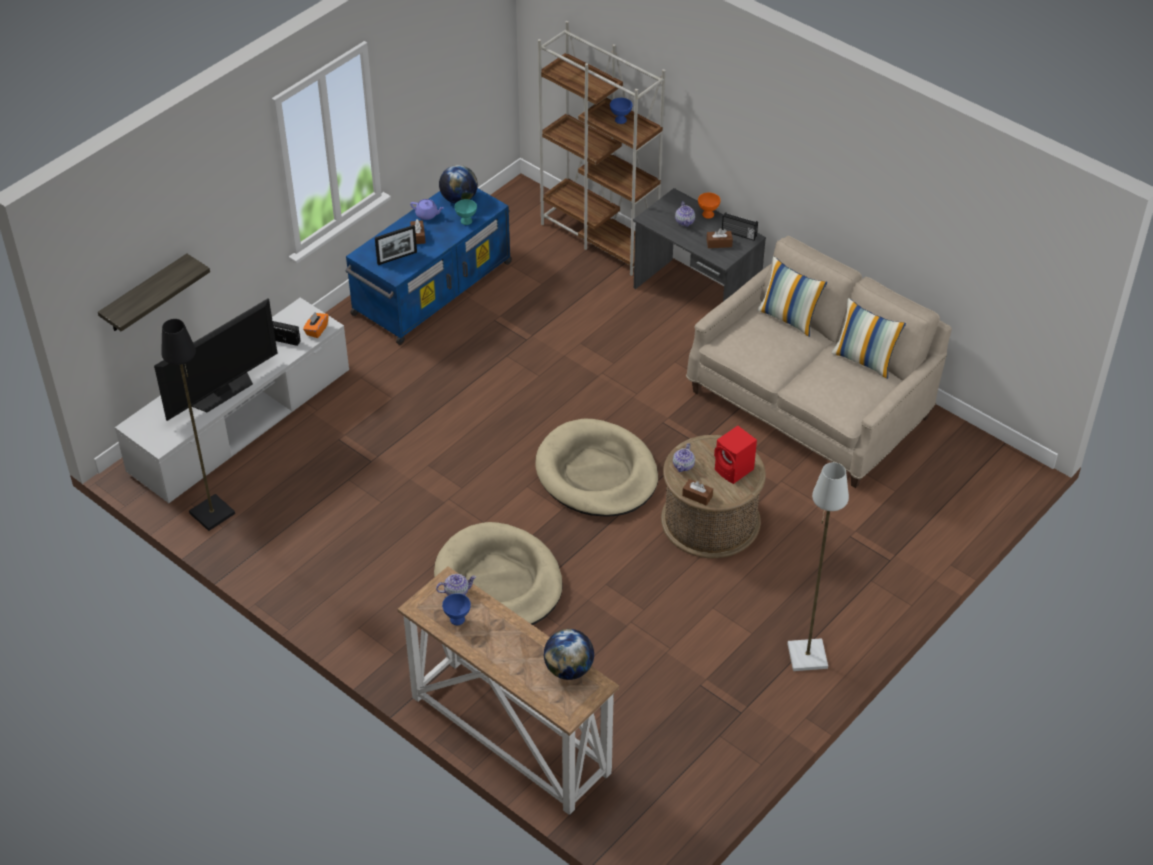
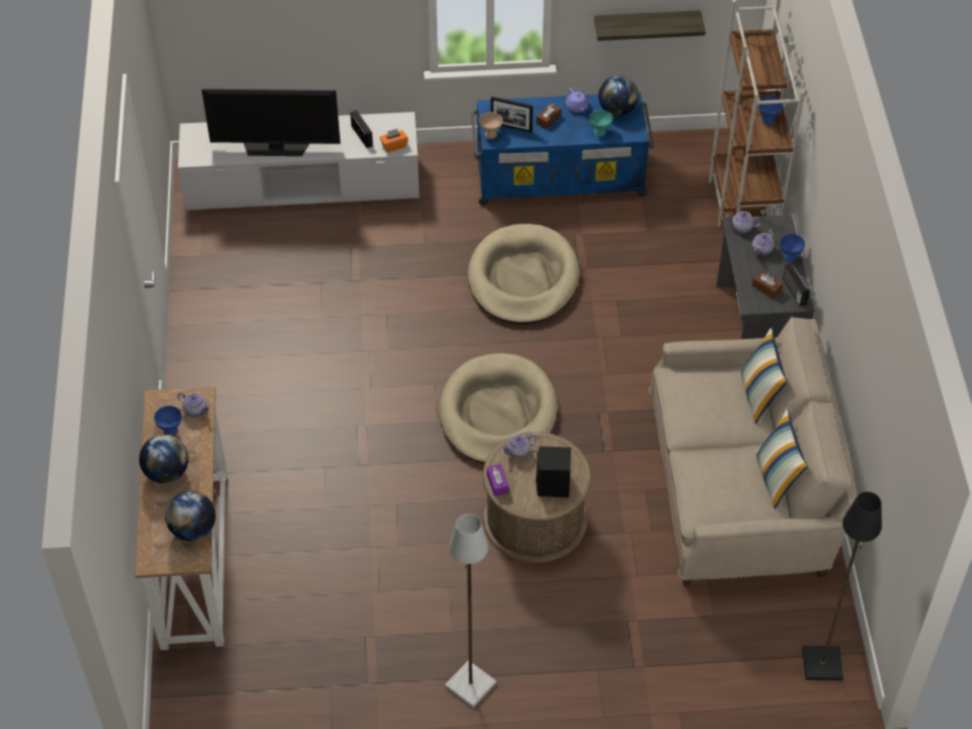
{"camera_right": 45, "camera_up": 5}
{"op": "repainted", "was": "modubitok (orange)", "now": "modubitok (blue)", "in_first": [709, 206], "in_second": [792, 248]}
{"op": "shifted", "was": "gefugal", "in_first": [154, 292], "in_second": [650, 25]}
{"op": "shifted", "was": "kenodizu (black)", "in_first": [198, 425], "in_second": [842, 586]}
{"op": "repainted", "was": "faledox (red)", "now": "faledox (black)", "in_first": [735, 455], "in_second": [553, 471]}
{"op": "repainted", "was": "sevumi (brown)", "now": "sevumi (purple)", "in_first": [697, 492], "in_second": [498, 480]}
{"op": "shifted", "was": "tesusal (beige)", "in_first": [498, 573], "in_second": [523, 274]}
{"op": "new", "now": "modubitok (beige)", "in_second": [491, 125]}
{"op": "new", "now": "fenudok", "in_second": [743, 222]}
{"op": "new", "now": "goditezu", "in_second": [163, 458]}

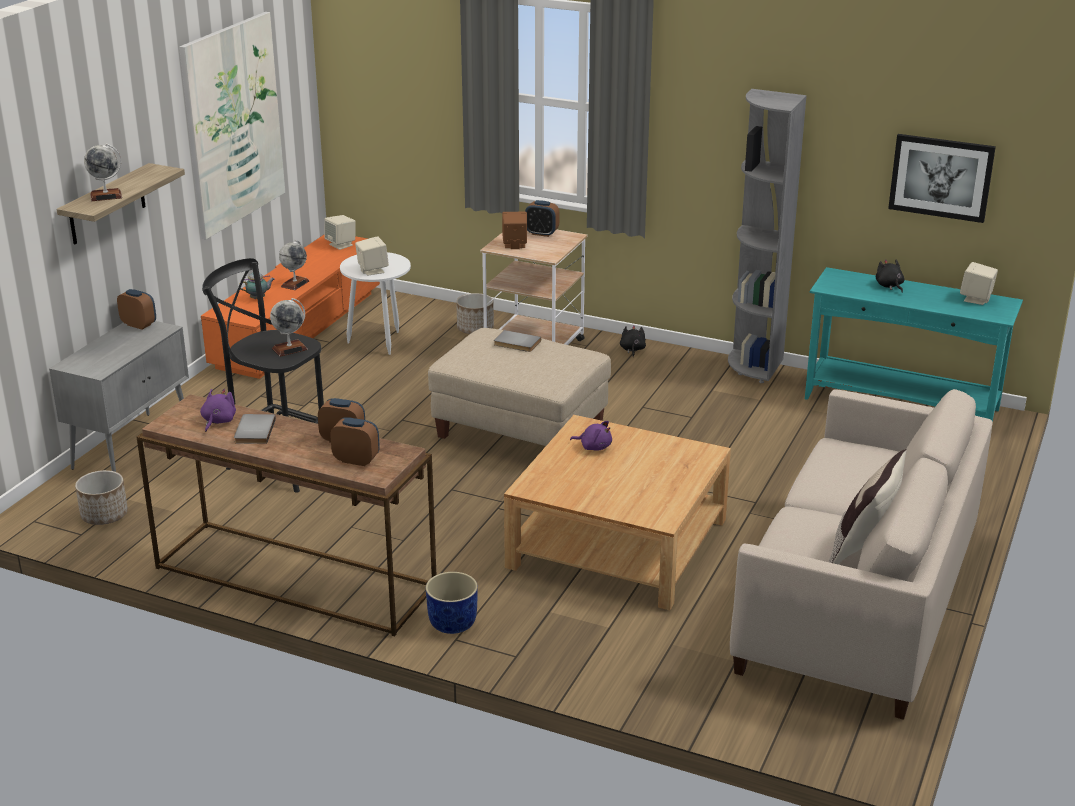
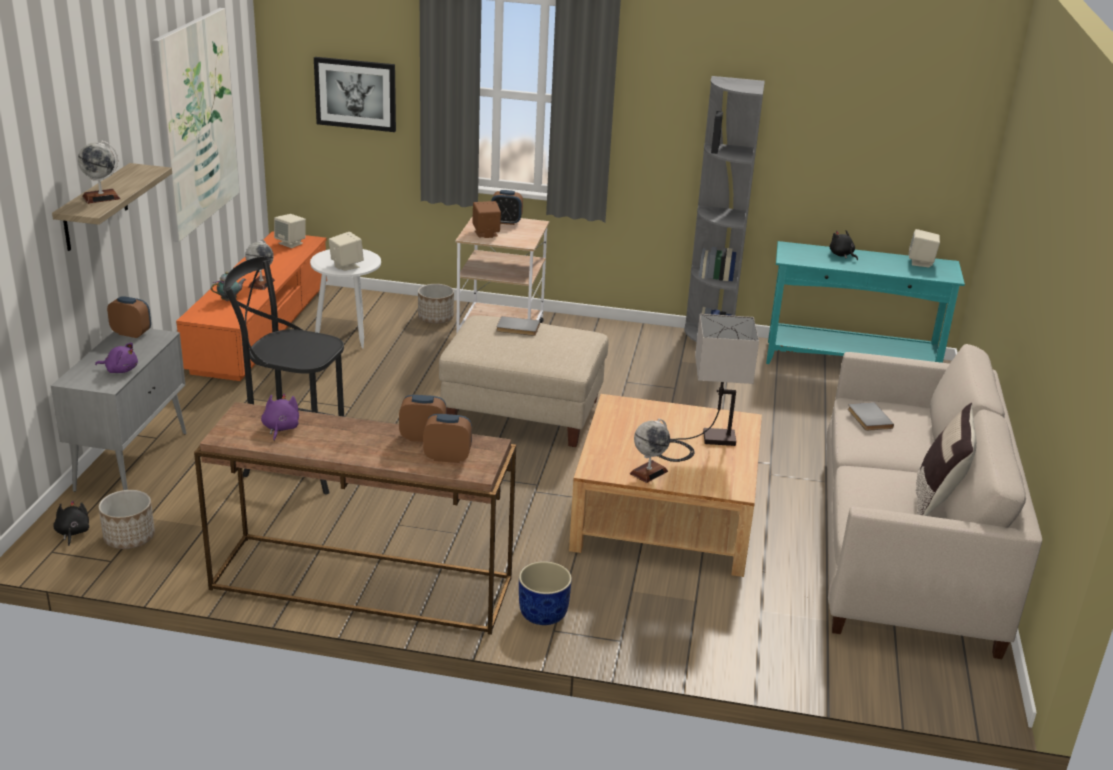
{"camera_right": -15, "camera_up": 0}
{"op": "shifted", "was": "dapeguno", "in_first": [942, 178], "in_second": [355, 94]}
{"op": "shifted", "was": "goditezu", "in_first": [289, 327], "in_second": [650, 450]}
{"op": "shifted", "was": "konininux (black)", "in_first": [633, 341], "in_second": [71, 523]}
{"op": "shifted", "was": "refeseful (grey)", "in_first": [255, 429], "in_second": [871, 416]}
{"op": "shifted", "was": "konininux (purple)", "in_first": [591, 436], "in_second": [116, 358]}
{"op": "new", "now": "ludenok", "in_second": [708, 388]}

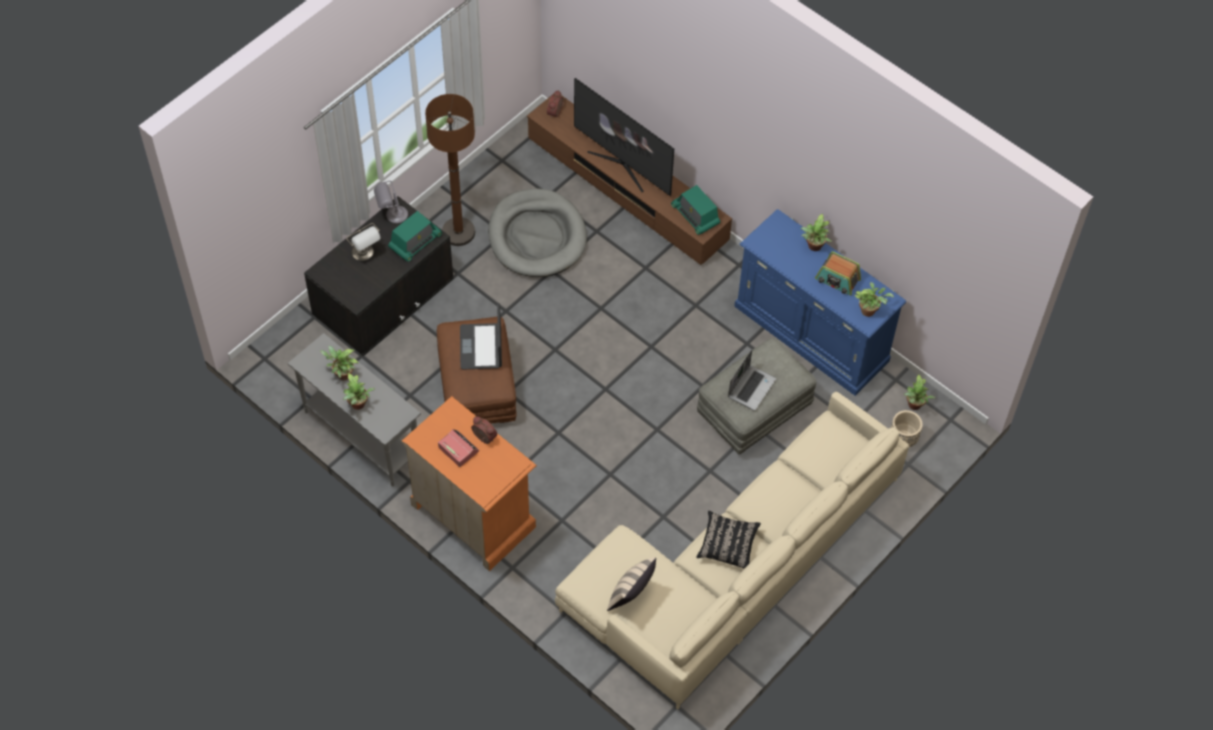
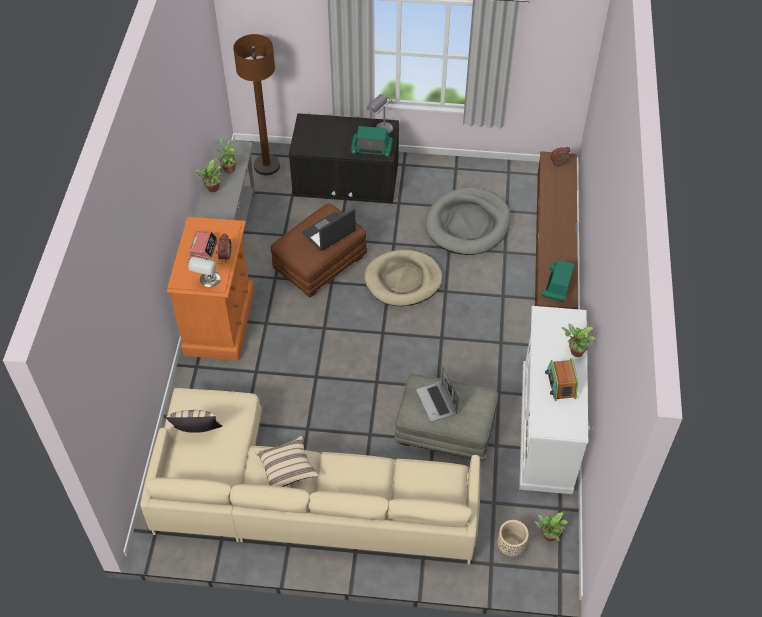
{"camera_right": 55, "camera_up": -5}
{"op": "gone", "was": "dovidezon", "in_first": [624, 137]}
{"op": "shifted", "was": "kenodizu (brown)", "in_first": [450, 170], "in_second": [256, 104]}
{"op": "repainted", "was": "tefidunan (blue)", "now": "tefidunan (white)", "in_first": [820, 302], "in_second": [555, 400]}
{"op": "shifted", "was": "ludenok (white)", "in_first": [363, 242], "in_second": [204, 270]}
{"op": "gone", "was": "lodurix", "in_first": [874, 299]}
{"op": "rotated", "was": "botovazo", "in_first": [752, 380], "in_second": [437, 394], "clockwise": 75}
{"op": "repainted", "was": "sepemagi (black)", "now": "sepemagi (beige)", "in_first": [728, 539], "in_second": [287, 461]}
{"op": "new", "now": "tesusal (beige)", "in_second": [403, 278]}

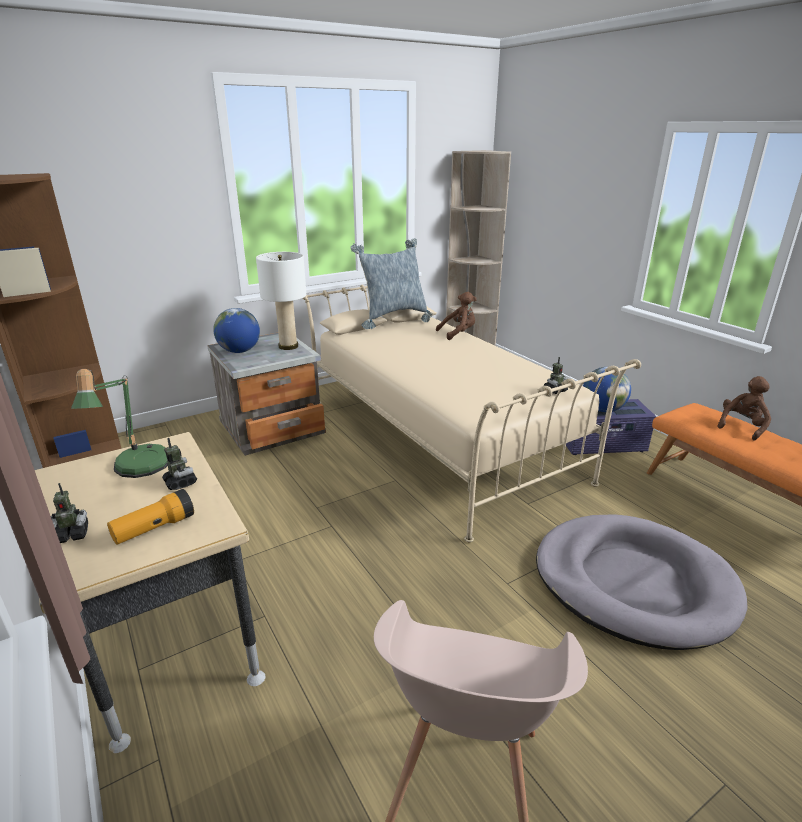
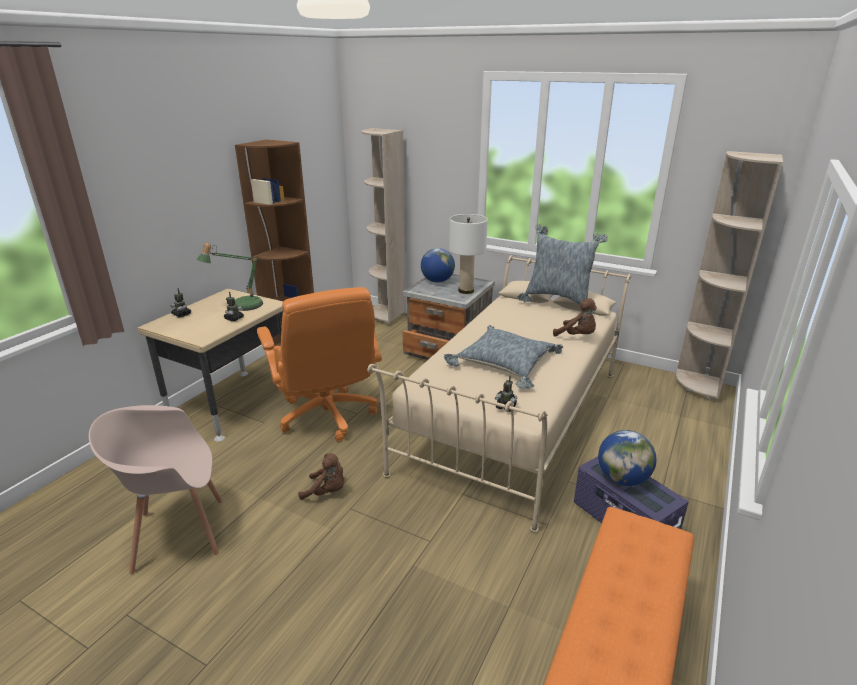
{"camera_right": 60, "camera_up": 0}
{"op": "shifted", "was": "konininux (brown)", "in_first": [744, 408], "in_second": [321, 476]}
{"op": "gone", "was": "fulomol", "in_first": [150, 516]}
{"op": "gone", "was": "tesusal (grey)", "in_first": [642, 582]}
{"op": "new", "now": "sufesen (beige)", "in_second": [384, 226]}
{"op": "new", "now": "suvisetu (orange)", "in_second": [319, 364]}
{"op": "new", "now": "sepemagi", "in_second": [503, 357]}

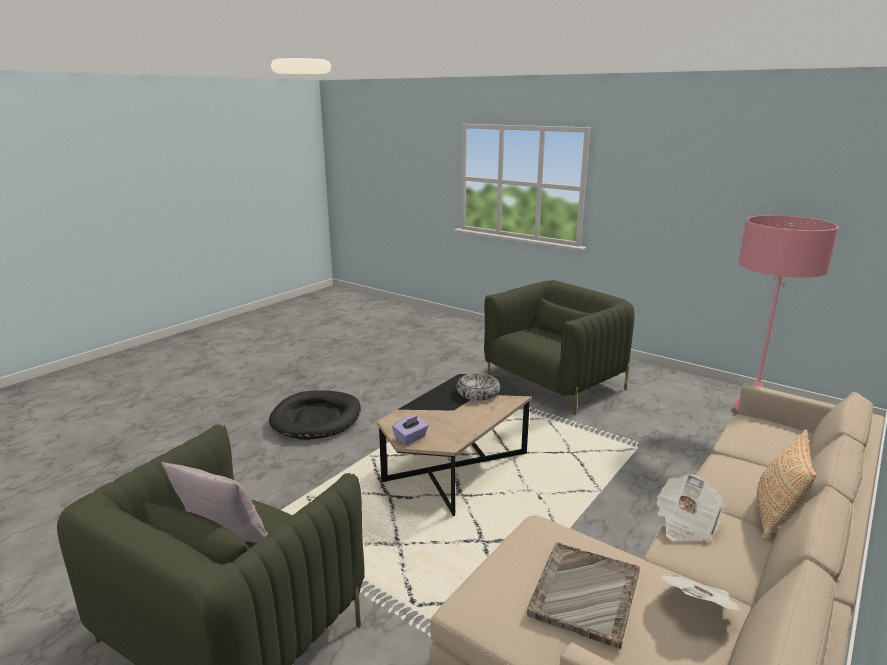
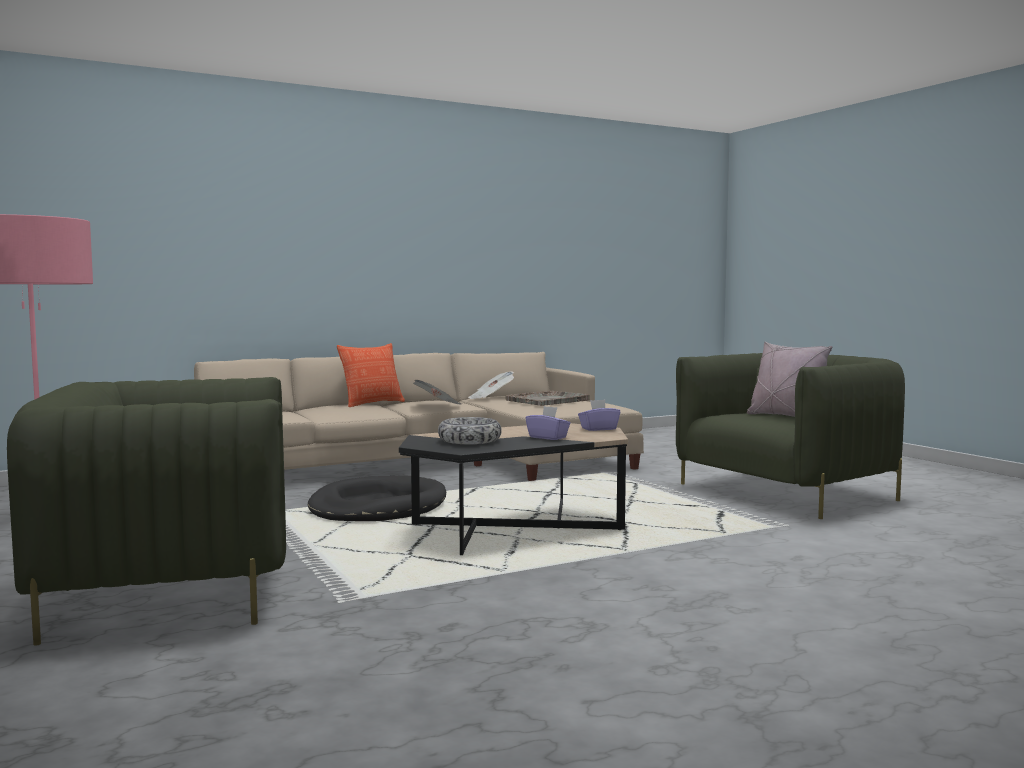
{"camera_right": -155, "camera_up": -15}
{"op": "shifted", "was": "tesusal (black)", "in_first": [315, 415], "in_second": [377, 498]}
{"op": "repainted", "was": "sepemagi (beige)", "now": "sepemagi (orange)", "in_first": [786, 484], "in_second": [371, 375]}
{"op": "new", "now": "sevumi (purple)", "in_second": [547, 423]}

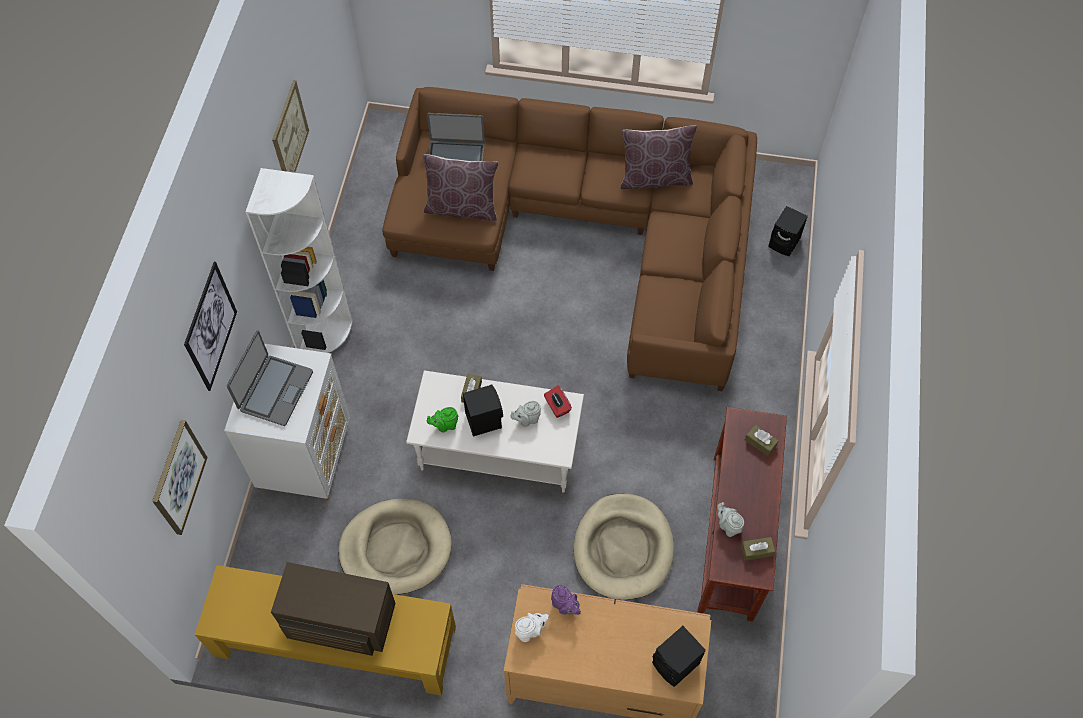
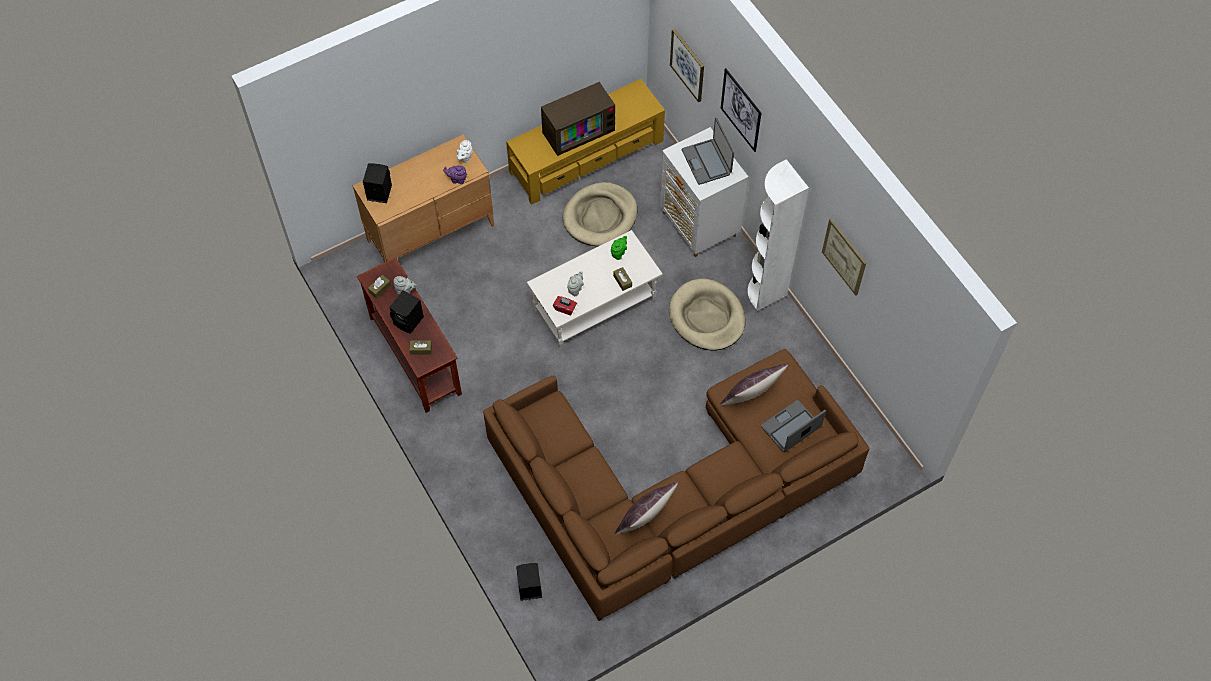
{"camera_right": 140, "camera_up": 0}
{"op": "shifted", "was": "faledox (black)", "in_first": [483, 410], "in_second": [407, 312]}
{"op": "shifted", "was": "tesusal (beige)", "in_first": [623, 547], "in_second": [707, 314]}

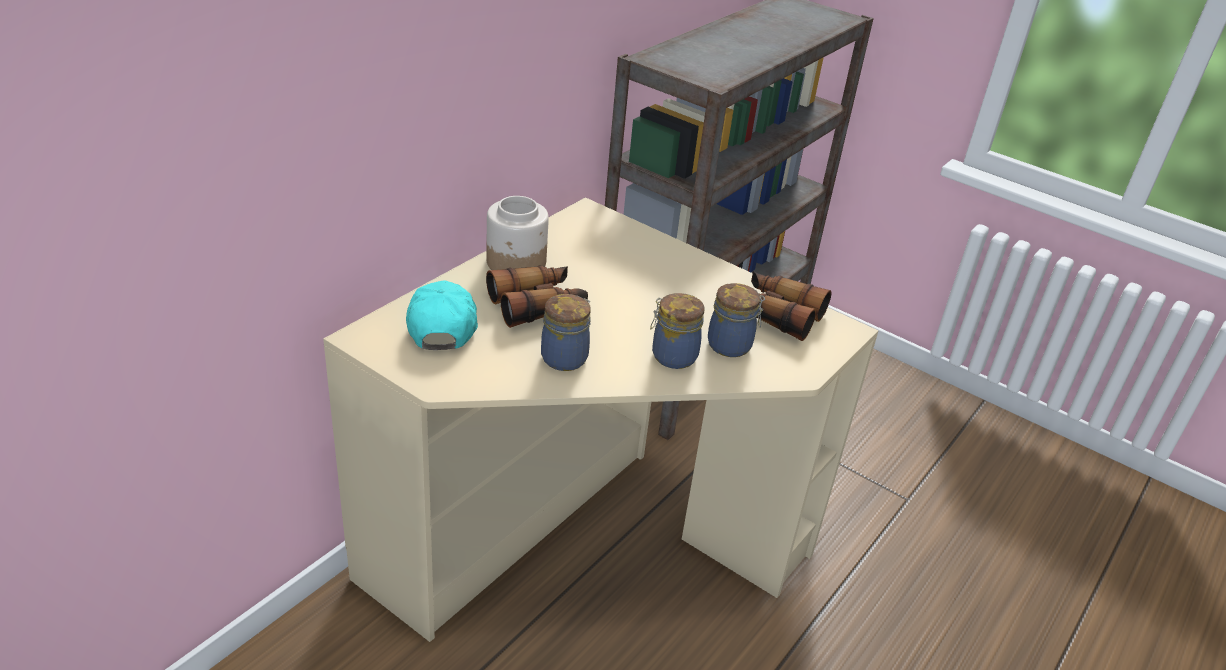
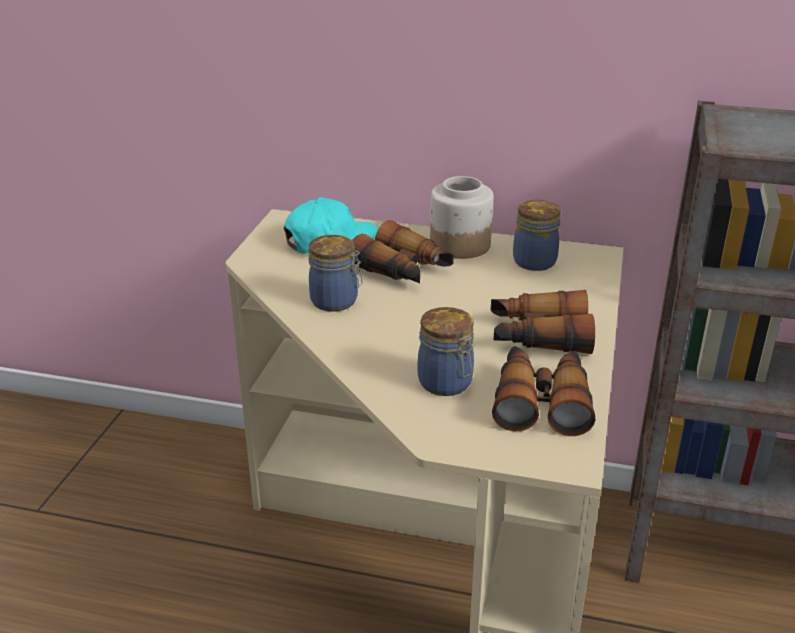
{"camera_right": 70, "camera_up": -5}
{"op": "shifted", "was": "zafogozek", "in_first": [677, 331], "in_second": [537, 235]}
{"op": "new", "now": "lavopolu", "in_second": [543, 322]}

